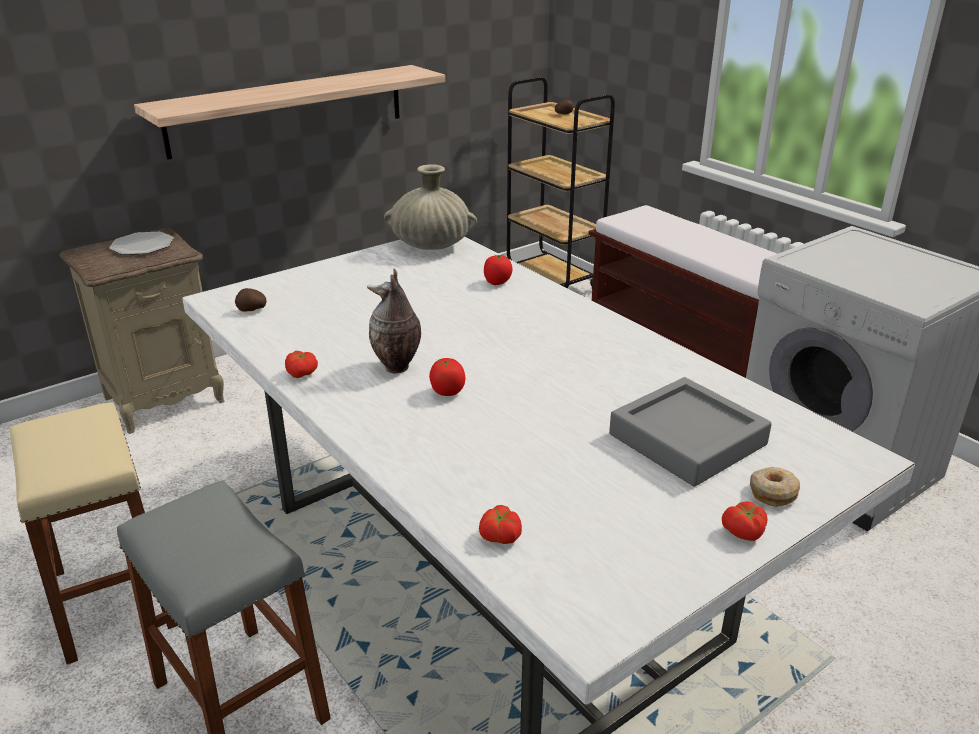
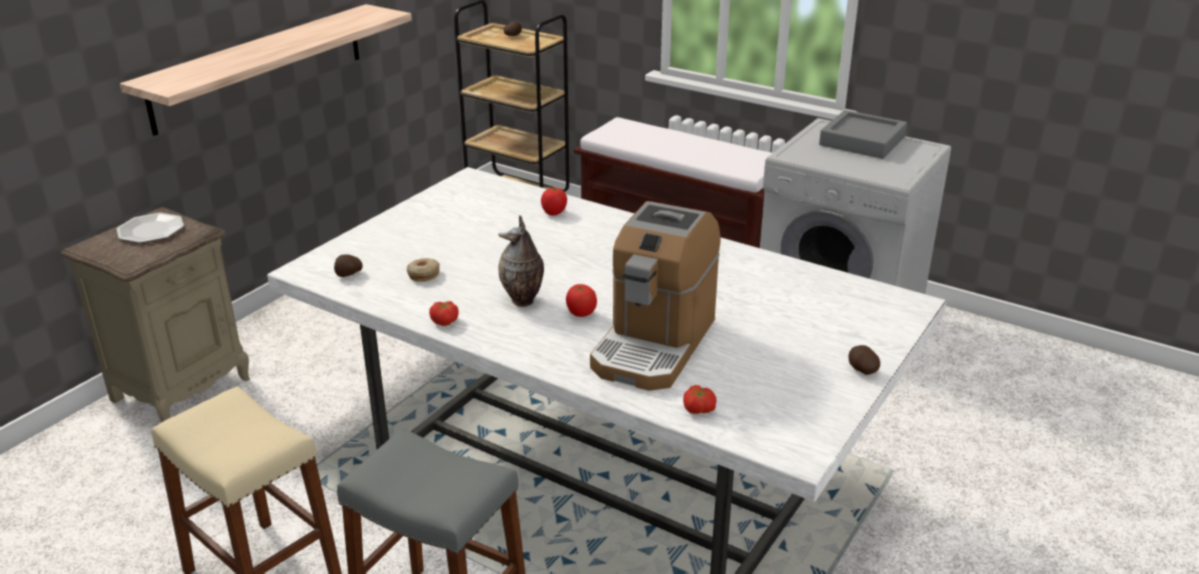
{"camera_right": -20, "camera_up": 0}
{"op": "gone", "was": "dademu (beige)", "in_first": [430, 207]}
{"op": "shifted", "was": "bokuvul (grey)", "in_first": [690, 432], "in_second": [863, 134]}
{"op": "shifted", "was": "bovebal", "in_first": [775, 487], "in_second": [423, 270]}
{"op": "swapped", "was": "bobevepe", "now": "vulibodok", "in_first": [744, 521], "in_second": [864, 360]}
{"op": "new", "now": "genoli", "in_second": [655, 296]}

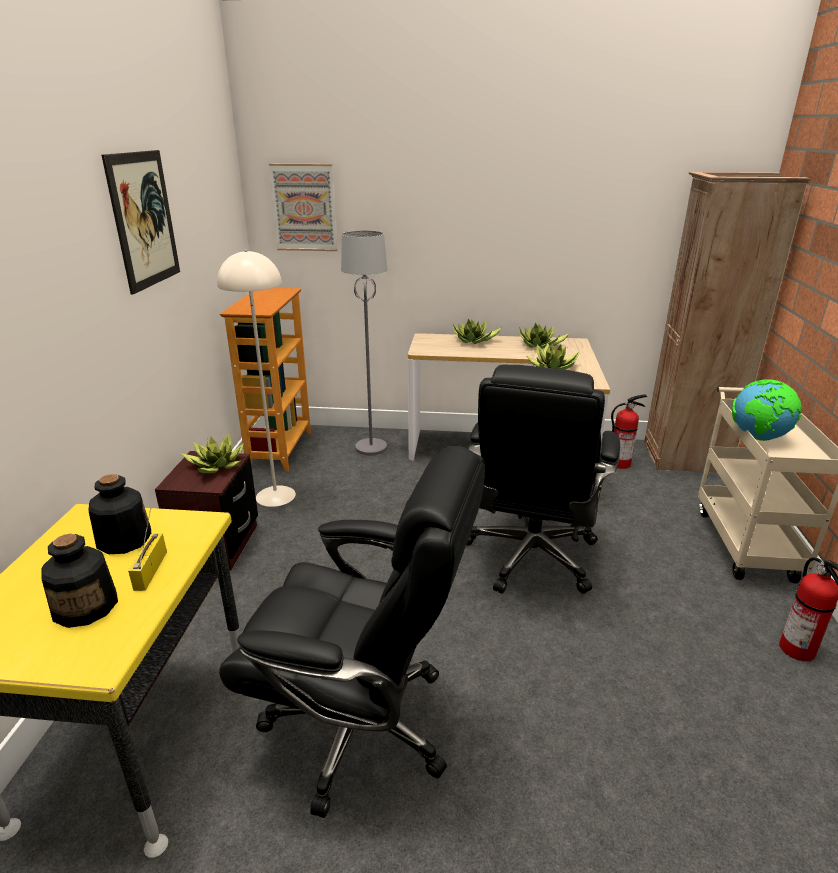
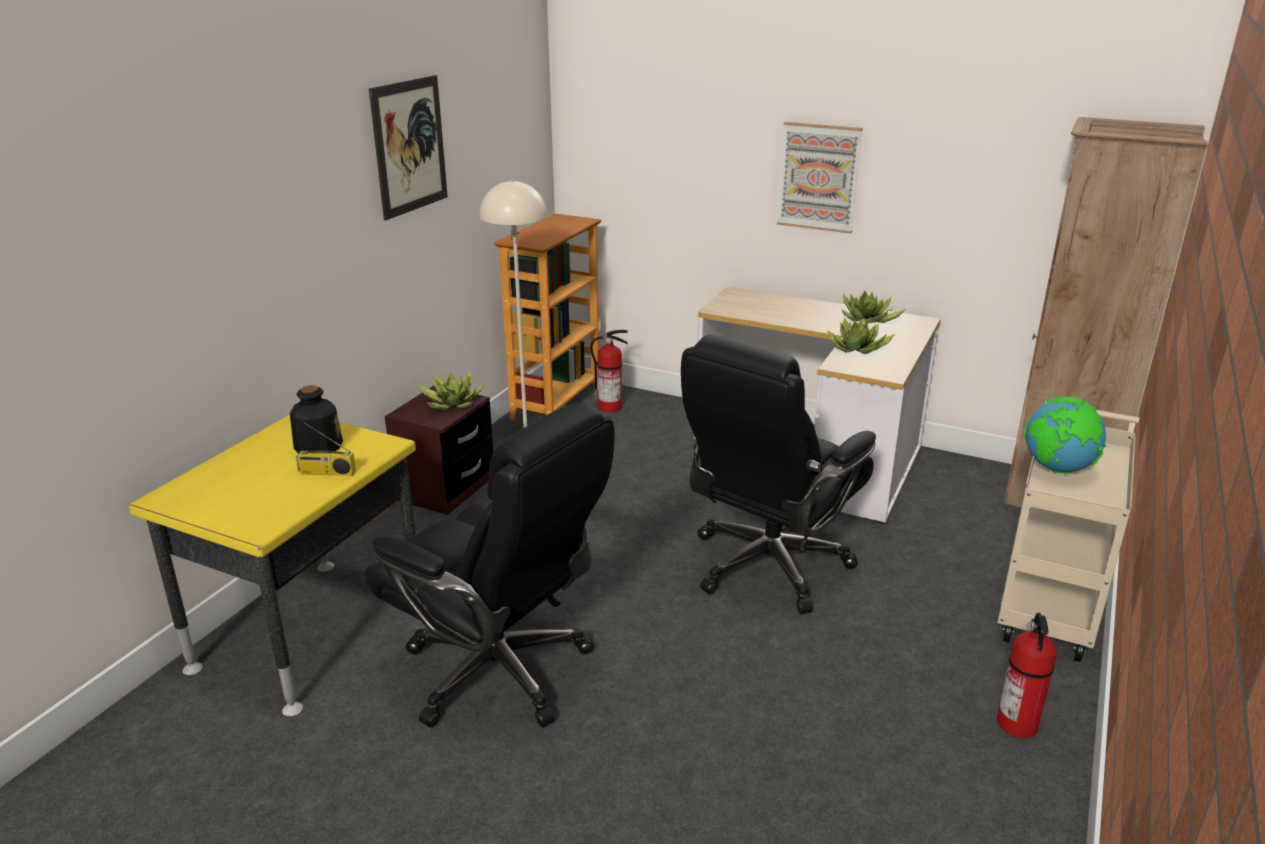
{"camera_right": 20, "camera_up": 0}
{"op": "shifted", "was": "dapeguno", "in_first": [303, 207], "in_second": [820, 178]}
{"op": "gone", "was": "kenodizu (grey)", "in_first": [364, 343]}
{"op": "gone", "was": "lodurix", "in_first": [477, 331]}
{"op": "shifted", "was": "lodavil", "in_first": [629, 432], "in_second": [609, 371]}
{"op": "rotated", "was": "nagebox", "in_first": [147, 549], "in_second": [326, 449], "clockwise": -105}
{"op": "gone", "was": "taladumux", "in_first": [79, 581]}

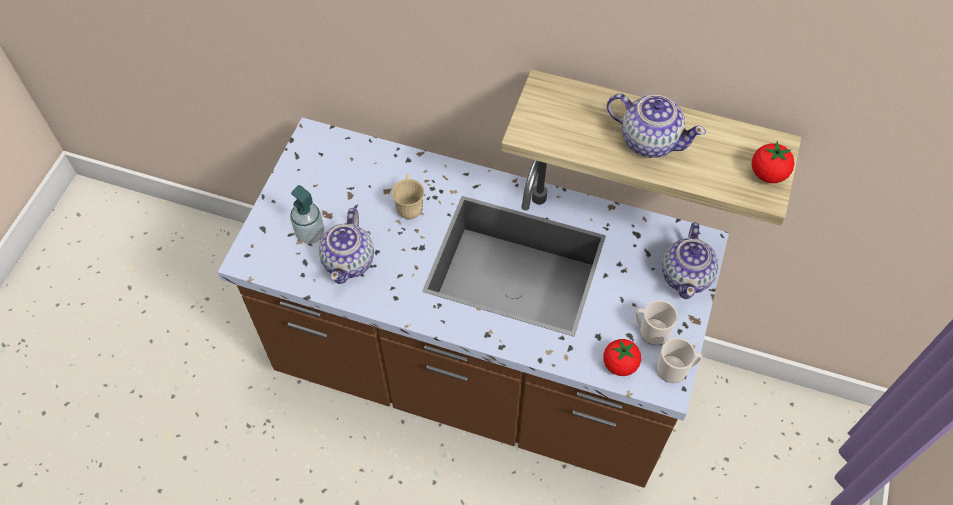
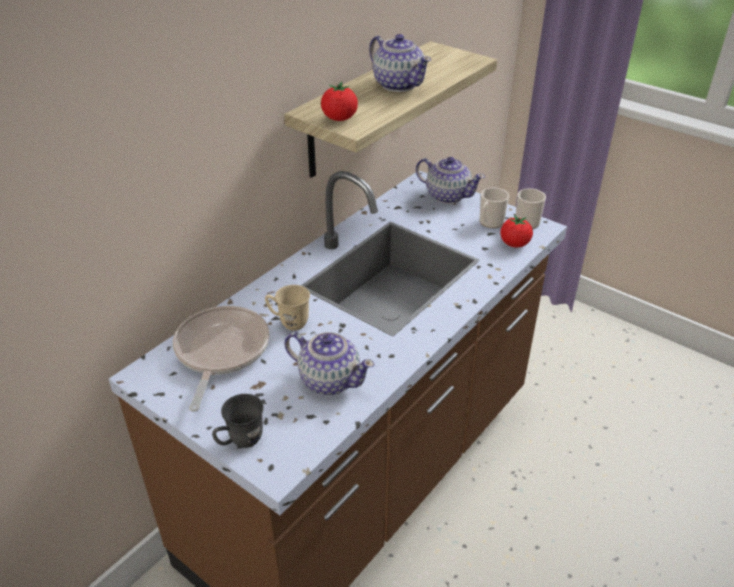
{"camera_right": -70, "camera_up": -20}
{"op": "rotated", "was": "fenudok", "in_first": [656, 126], "in_second": [400, 63], "clockwise": 90}
{"op": "shifted", "was": "bobevepe", "in_first": [773, 162], "in_second": [339, 101]}
{"op": "gone", "was": "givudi", "in_first": [307, 214]}
{"op": "new", "now": "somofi", "in_second": [221, 359]}
{"op": "new", "now": "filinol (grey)", "in_second": [237, 421]}

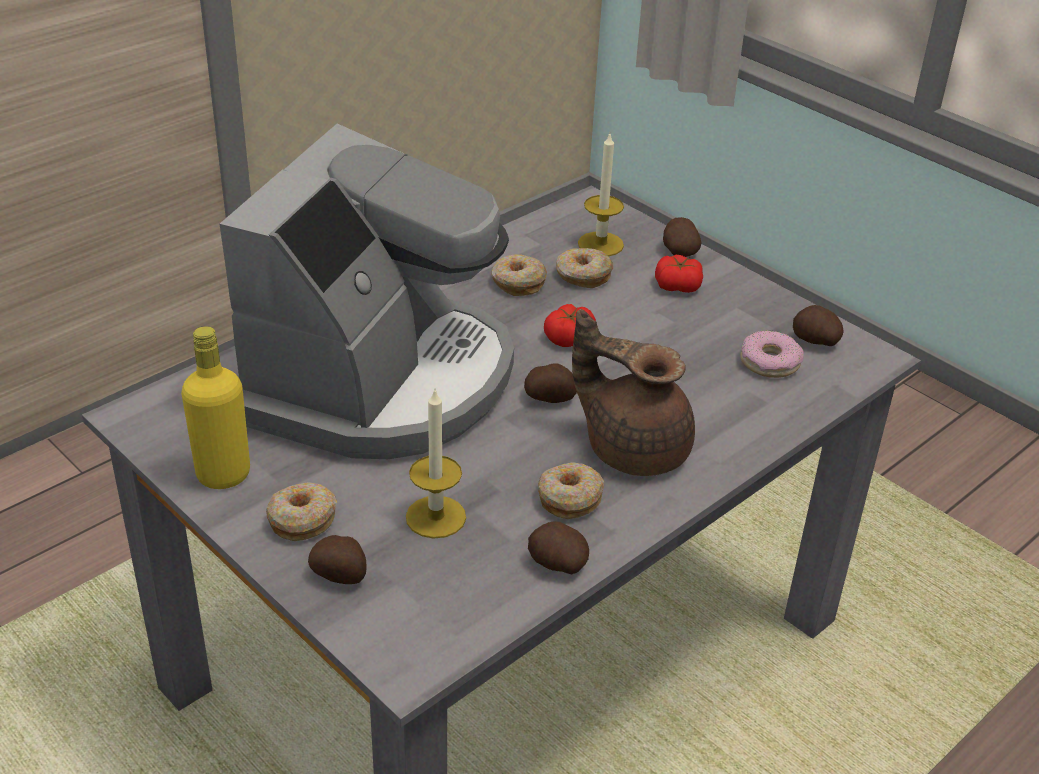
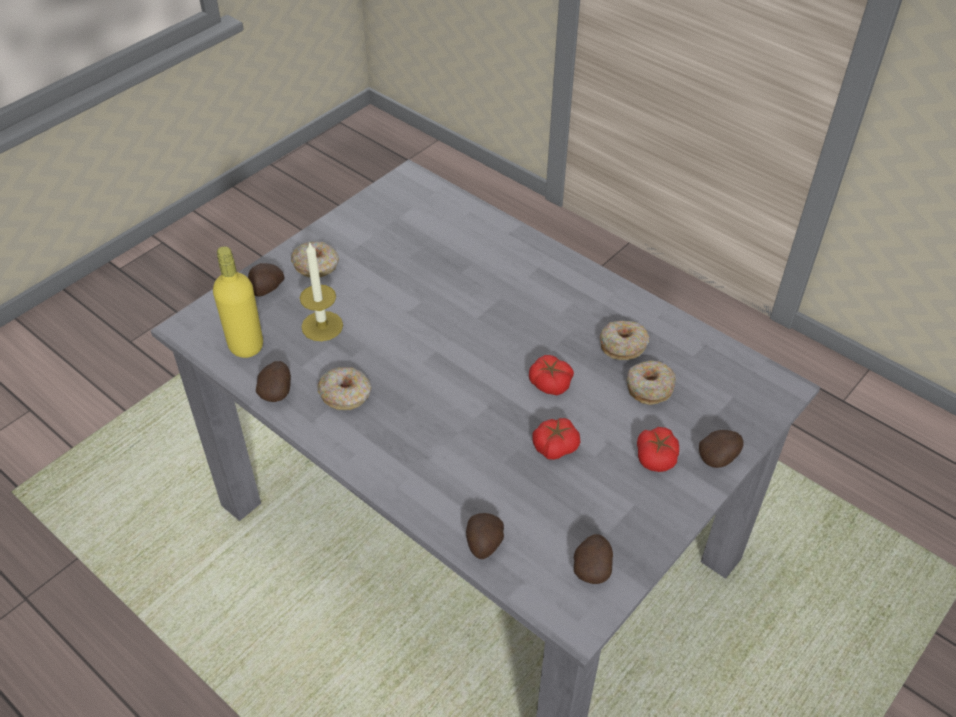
{"camera_right": 85, "camera_up": 10}
{"op": "gone", "was": "genoli", "in_first": [367, 291]}
{"op": "gone", "was": "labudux", "in_first": [601, 195]}
{"op": "gone", "was": "fenudok (brown)", "in_first": [633, 392]}
{"op": "shifted", "was": "taladumux (yellow)", "in_first": [215, 407], "in_second": [238, 302]}
{"op": "gone", "was": "bovebal", "in_first": [772, 354]}
{"op": "shifted", "was": "vulibodok", "in_first": [550, 383], "in_second": [485, 536]}
{"op": "new", "now": "bobevepe", "in_second": [557, 439]}

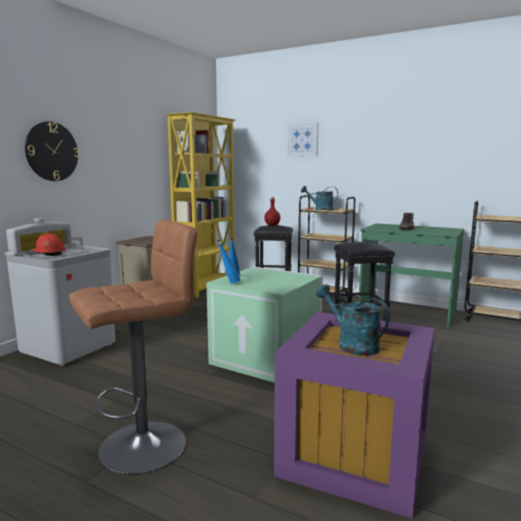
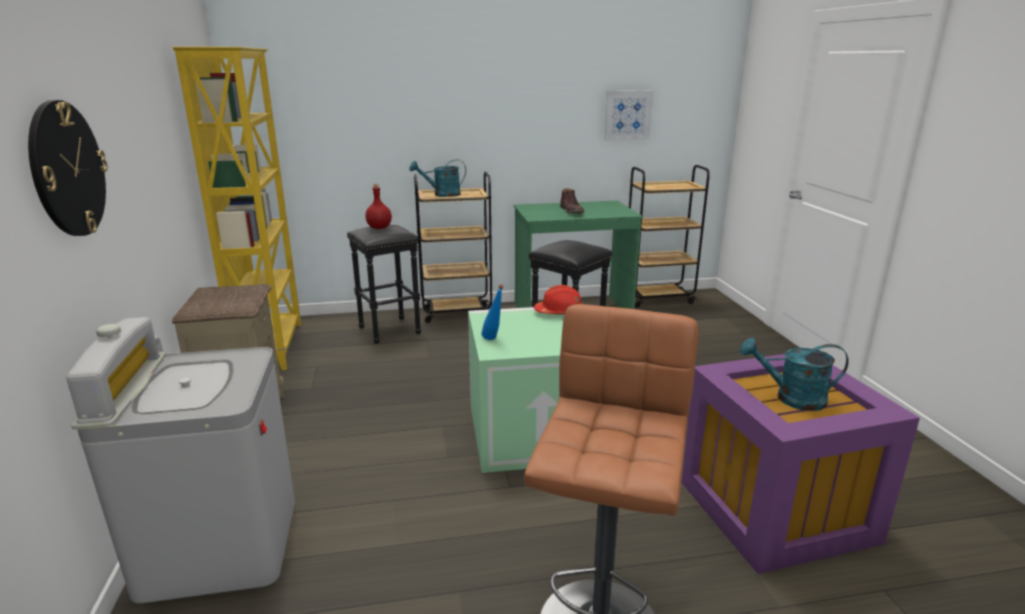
{"camera_right": -40, "camera_up": 10}
{"op": "shifted", "was": "dapeguno", "in_first": [302, 139], "in_second": [628, 116]}
{"op": "shifted", "was": "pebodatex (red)", "in_first": [49, 244], "in_second": [558, 299]}
{"op": "gone", "was": "taladumux (blue)", "in_first": [229, 262]}

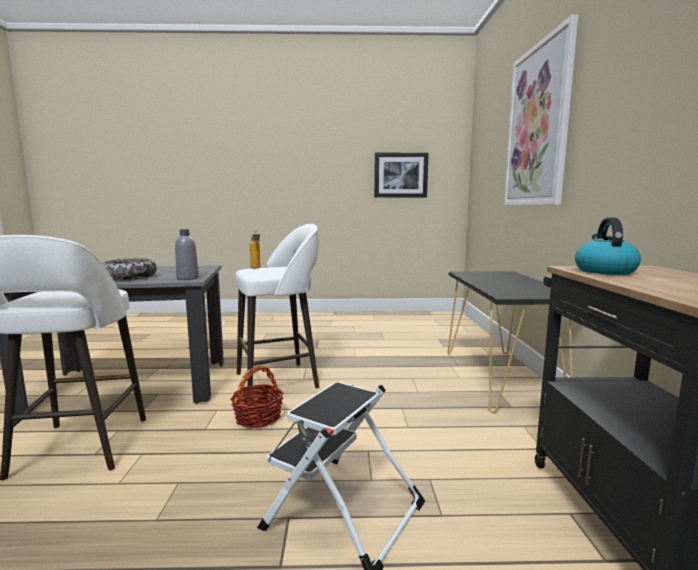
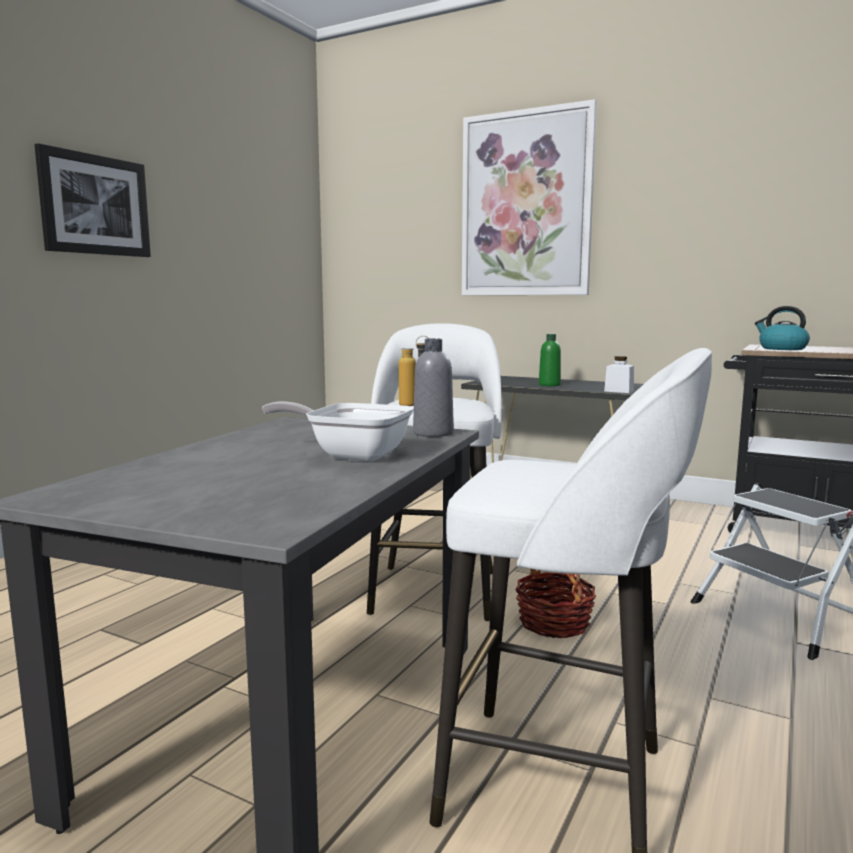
{"camera_right": -60, "camera_up": 0}
{"op": "shifted", "was": "dapeguno", "in_first": [401, 175], "in_second": [93, 200]}
{"op": "swapped", "was": "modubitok", "now": "somofi", "in_first": [129, 269], "in_second": [338, 431]}
{"op": "new", "now": "taladumux (green)", "in_second": [550, 360]}
{"op": "new", "now": "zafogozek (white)", "in_second": [619, 374]}

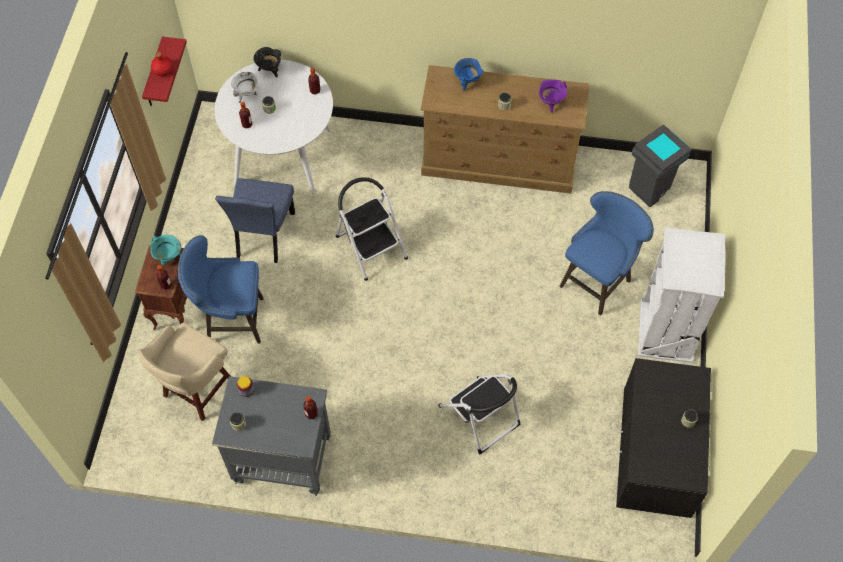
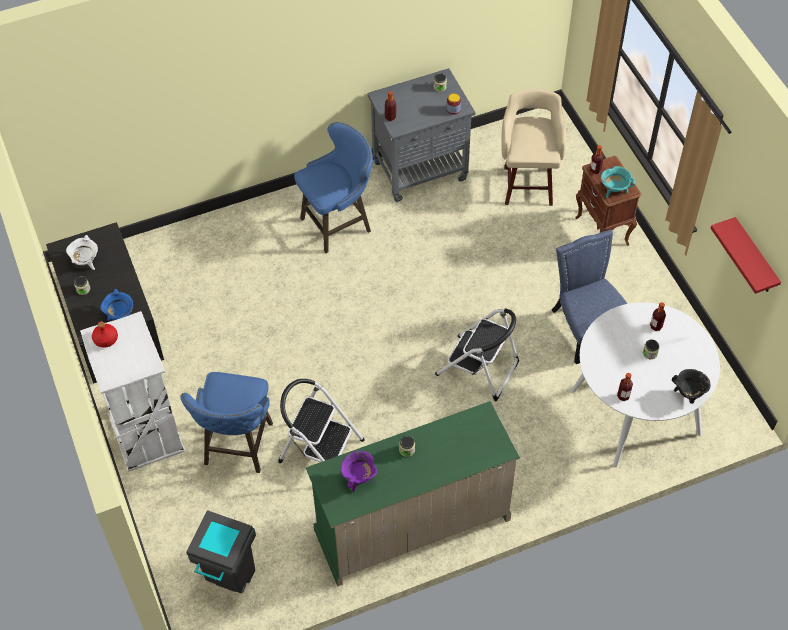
{"camera_right": 150, "camera_up": -5}
{"op": "shifted", "was": "taladumux (red)", "in_first": [162, 64], "in_second": [105, 334]}
{"op": "shifted", "was": "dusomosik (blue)", "in_first": [468, 74], "in_second": [116, 304]}
{"op": "repainted", "was": "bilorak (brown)", "now": "bilorak (green)", "in_first": [505, 129], "in_second": [413, 493]}
{"op": "shifted", "was": "dusomosik (white)", "in_first": [244, 87], "in_second": [82, 252]}
{"op": "shifted", "was": "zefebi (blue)", "in_first": [221, 289], "in_second": [333, 187]}
{"op": "shifted", "was": "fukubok", "in_first": [479, 414], "in_second": [321, 421]}

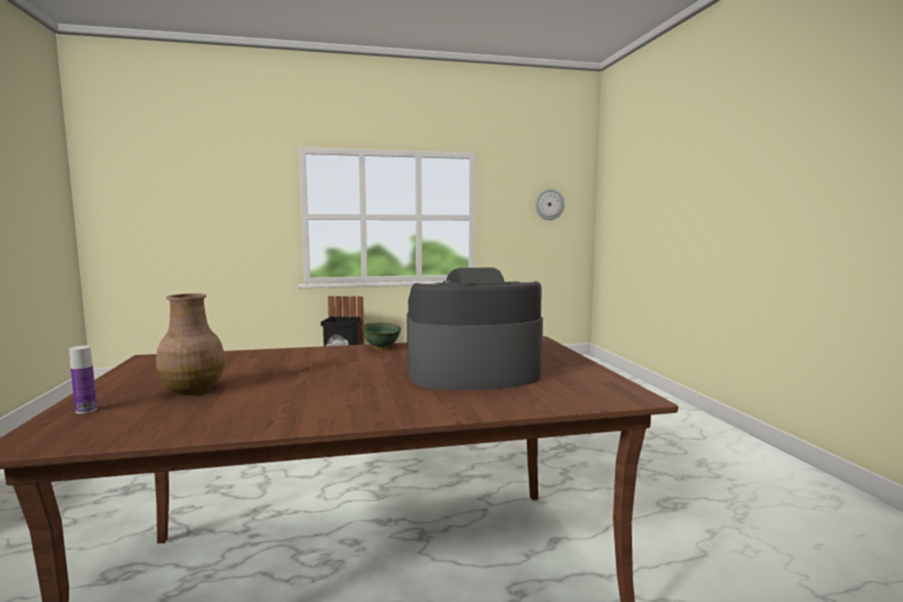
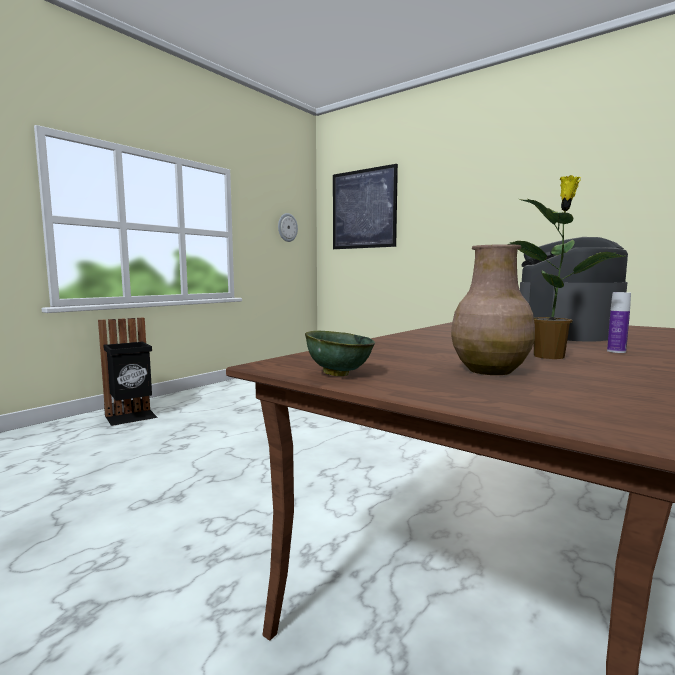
{"camera_right": -40, "camera_up": 0}
{"op": "shifted", "was": "modubitok (green)", "in_first": [381, 336], "in_second": [340, 353]}
{"op": "shifted", "was": "taladumux", "in_first": [83, 380], "in_second": [619, 322]}
{"op": "new", "now": "dapeguno", "in_second": [365, 206]}
{"op": "new", "now": "lodurix", "in_second": [567, 267]}

